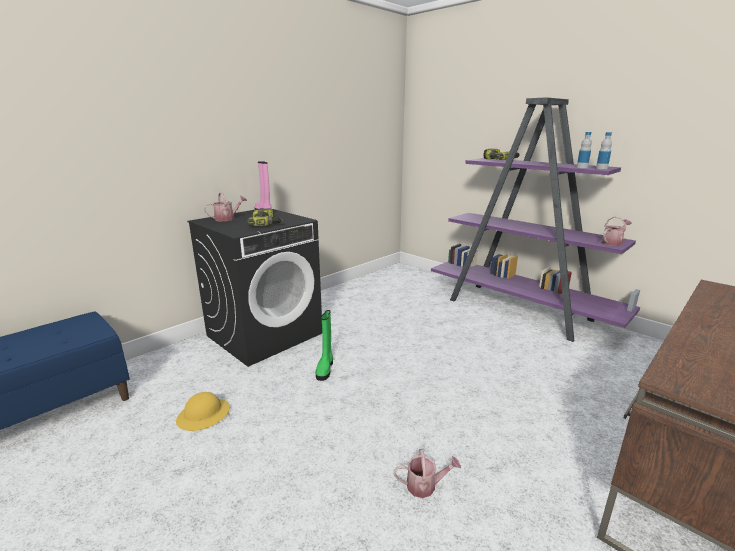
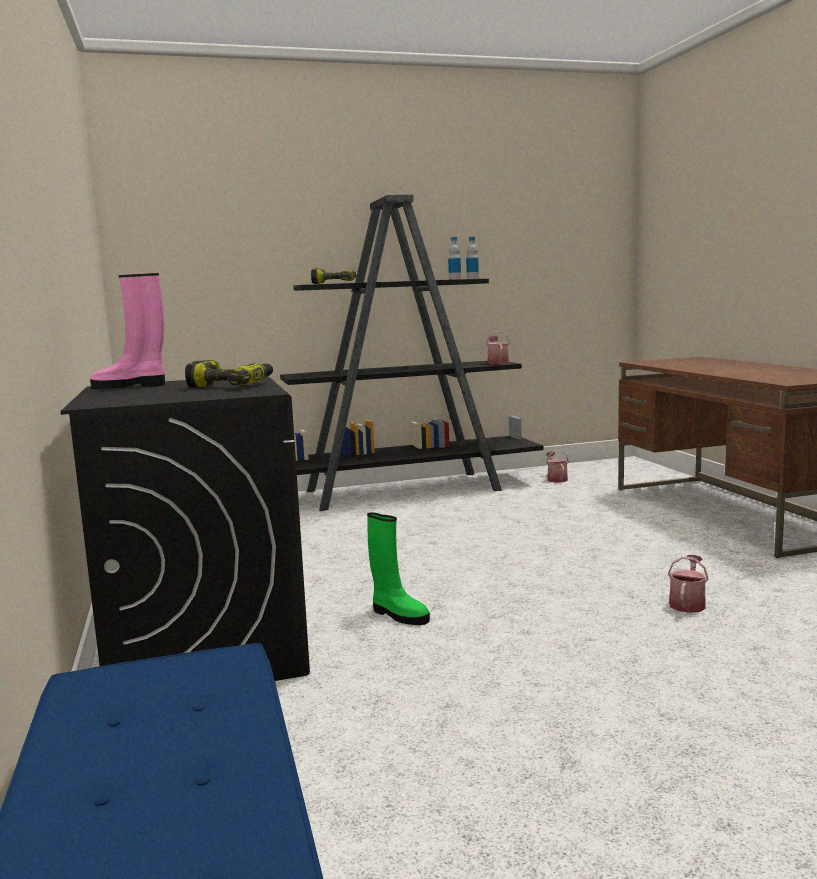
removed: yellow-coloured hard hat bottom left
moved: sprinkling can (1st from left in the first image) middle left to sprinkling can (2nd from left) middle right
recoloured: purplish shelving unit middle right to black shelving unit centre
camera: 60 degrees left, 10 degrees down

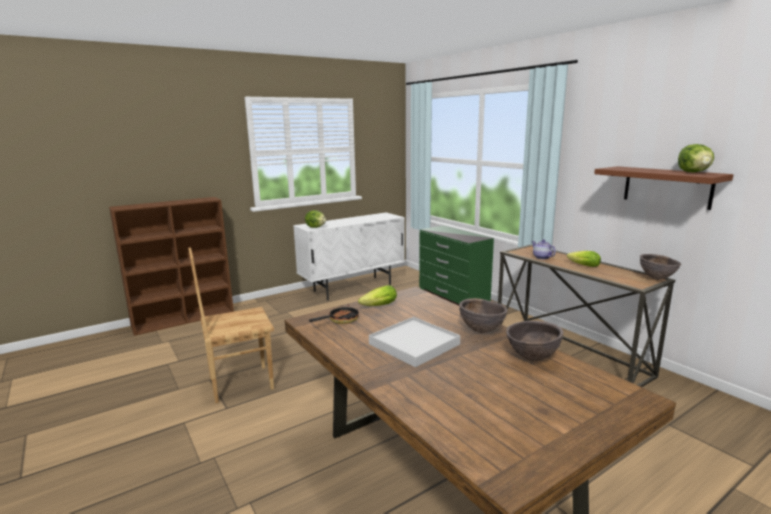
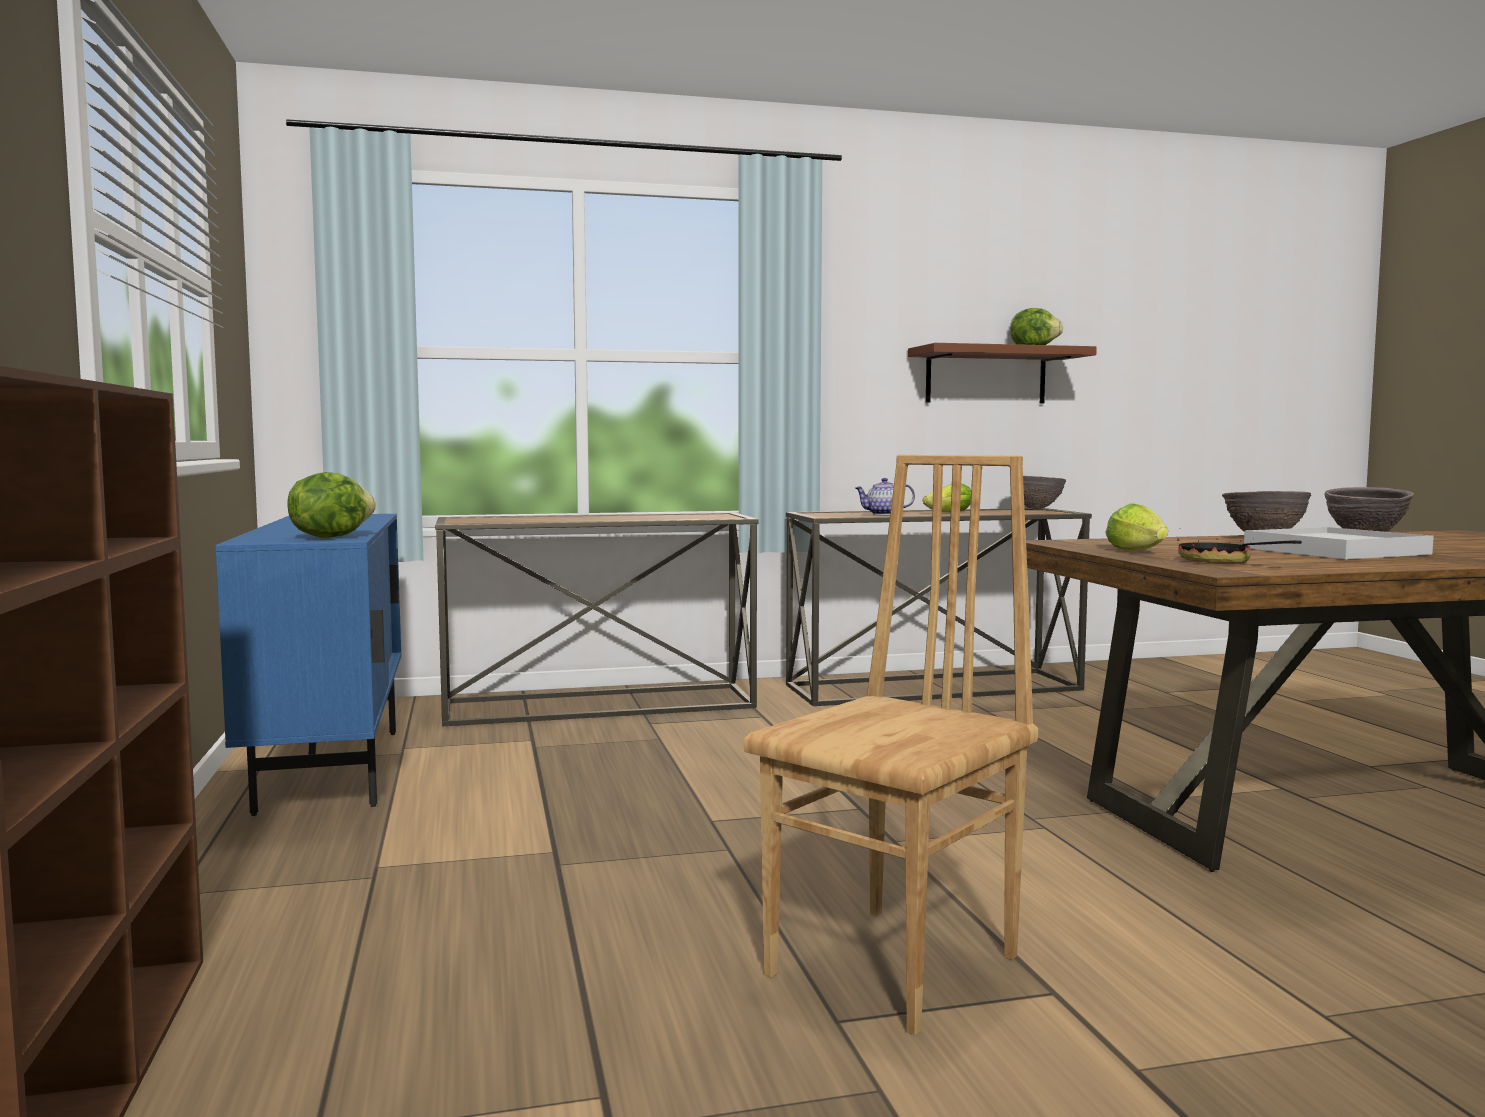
replaced: green chest of drawers centre to narrow table (1st from left) centre
recoloured: white cupboard centre to blue cupboard middle left
turned: brown chair middle left = bottom centre 135 degrees counterclockwise
camera: 70 degrees left, 10 degrees down

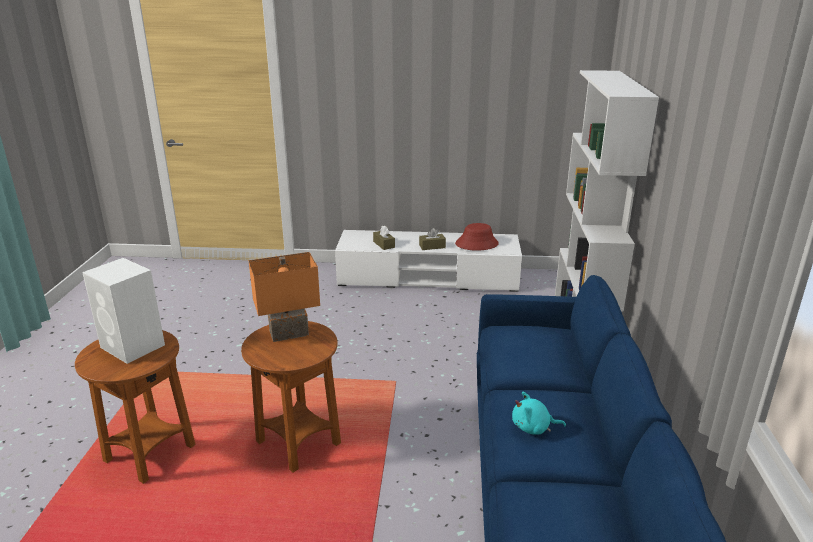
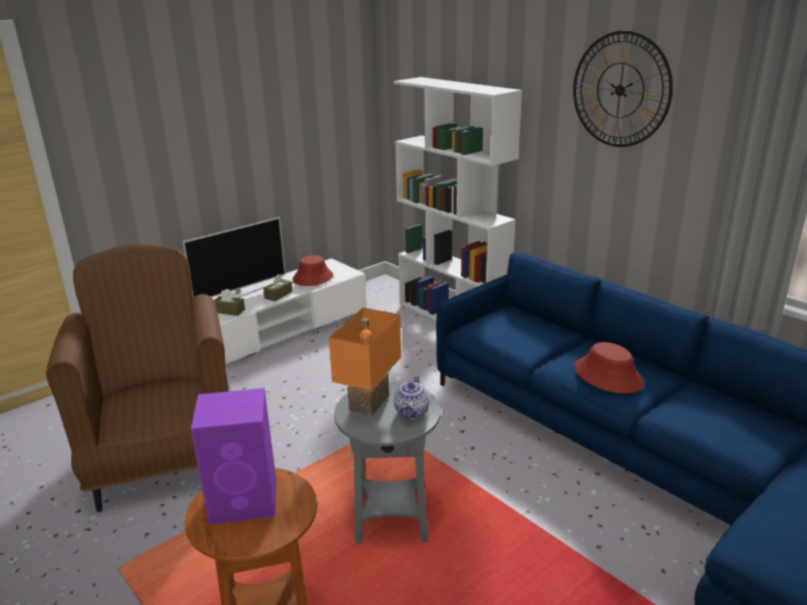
added: brown armchair middle left; television middle left; pot for tea centre; wall clock top right
replaced: turquoise cuddly toy bottom centre to red clothing hat (2nd from left) middle right
recoloured: white loudspeaker middle left to purplish loudspeaker bottom left; brown side table (2nd from left) bottom centre to gray side table bottom centre
camera: 45 degrees left, 0 degrees up

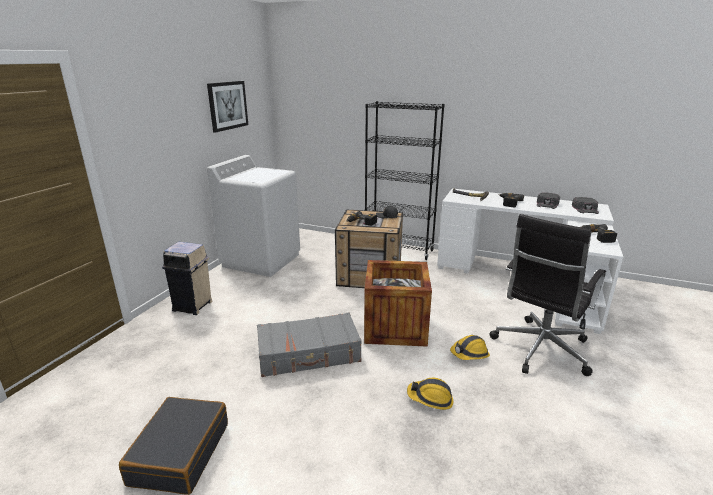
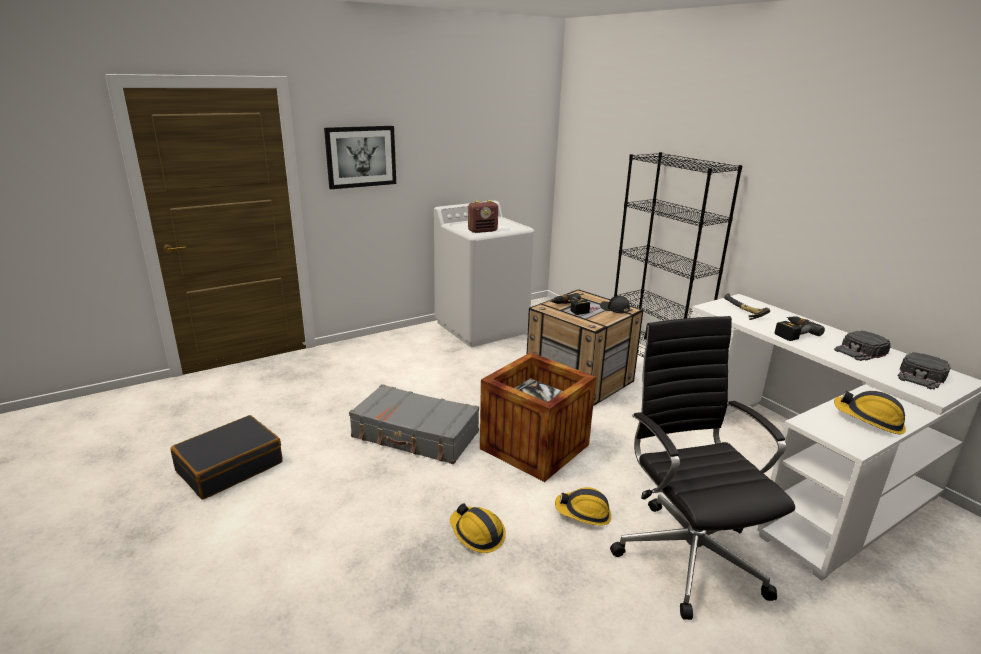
removed: beige-coloured rubbish bin middle left
added: radio set top centre
moved: picture top left to top centre
replaced: power drill (3rd from left) middle right to hard hat (3rd from left) middle right
turned: black desk chair middle right = bottom right 90 degrees clockwise
camera: 35 degrees right, 0 degrees up

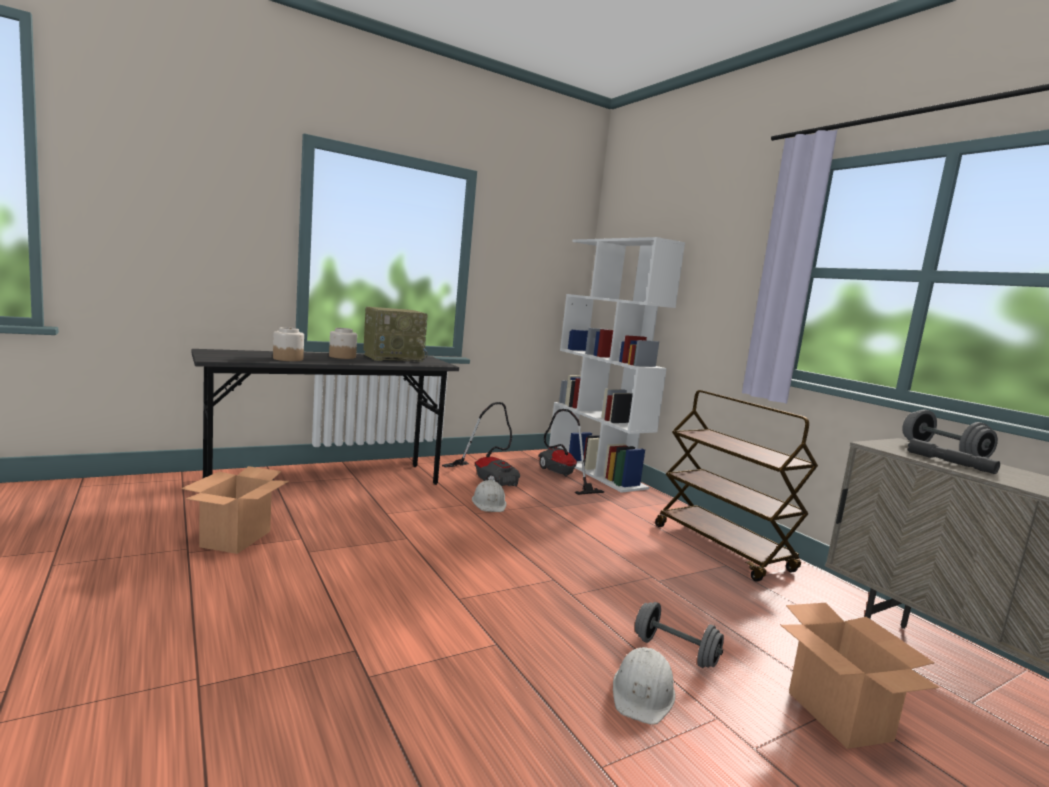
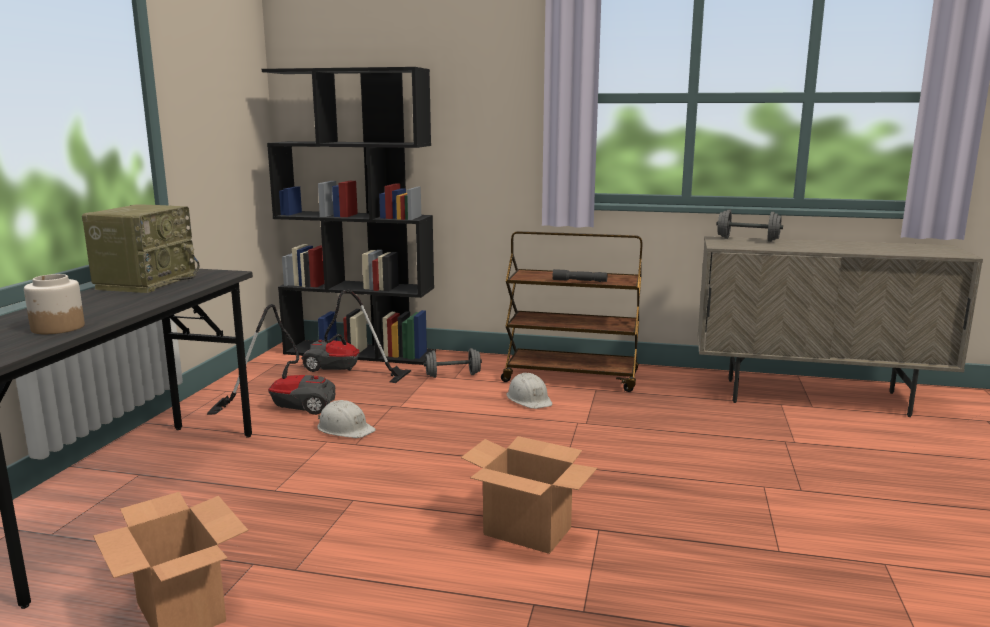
removed: preserve jar (2nd from left) middle left
moved: white hard hat (2nd from left) bottom centre to centre; gray free weight (1st from left) bottom centre to centre; packing box (2nd from left) bottom right to bottom centre; gray flashlight middle right to centre
recoloured: white shelving unit centre to black shelving unit centre
camera: 45 degrees left, 5 degrees up

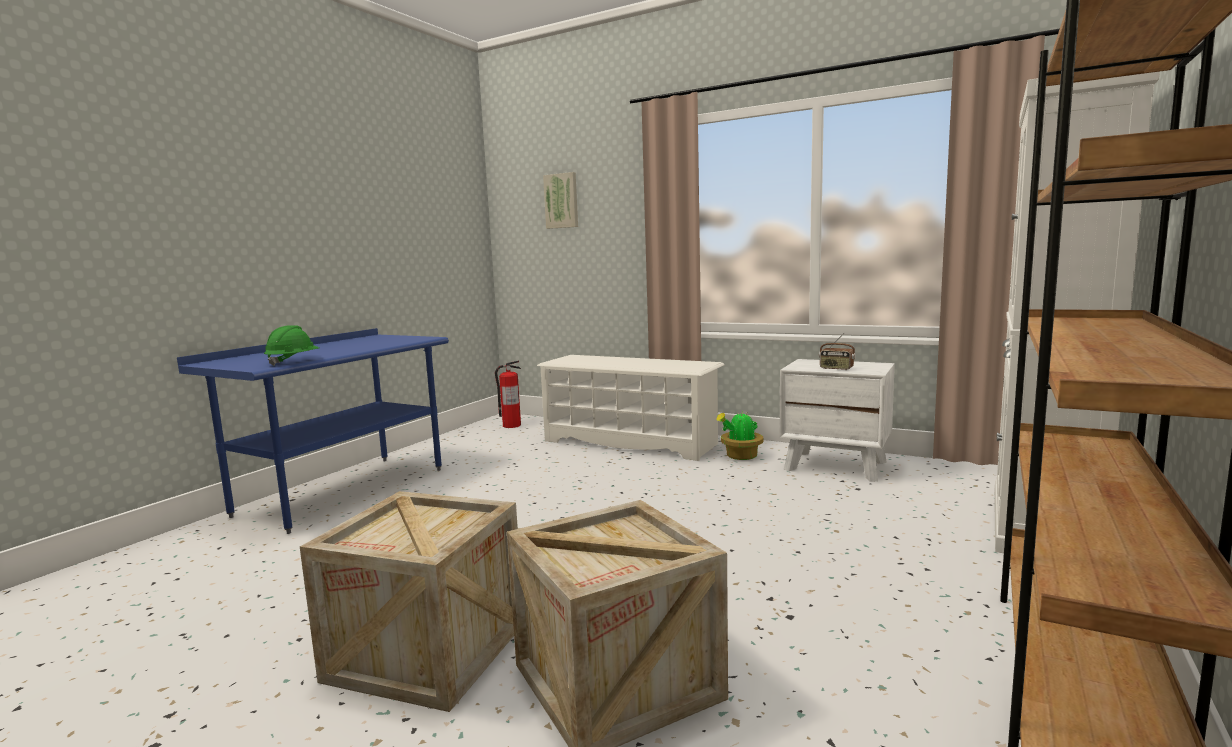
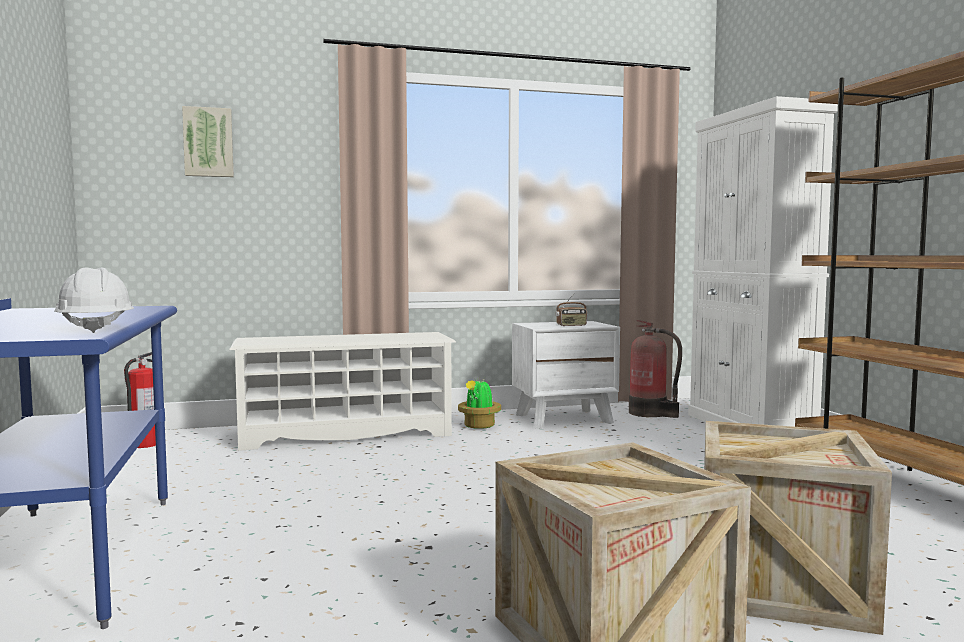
added: extinguisher (2nd from left) middle right
recoloured: green hard hat middle left to white hard hat middle left
camera: 45 degrees left, 5 degrees down

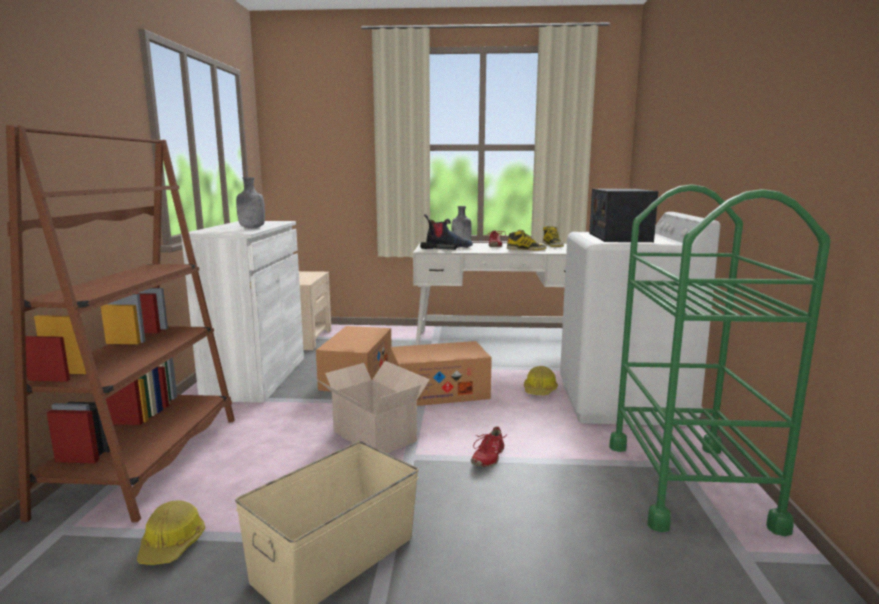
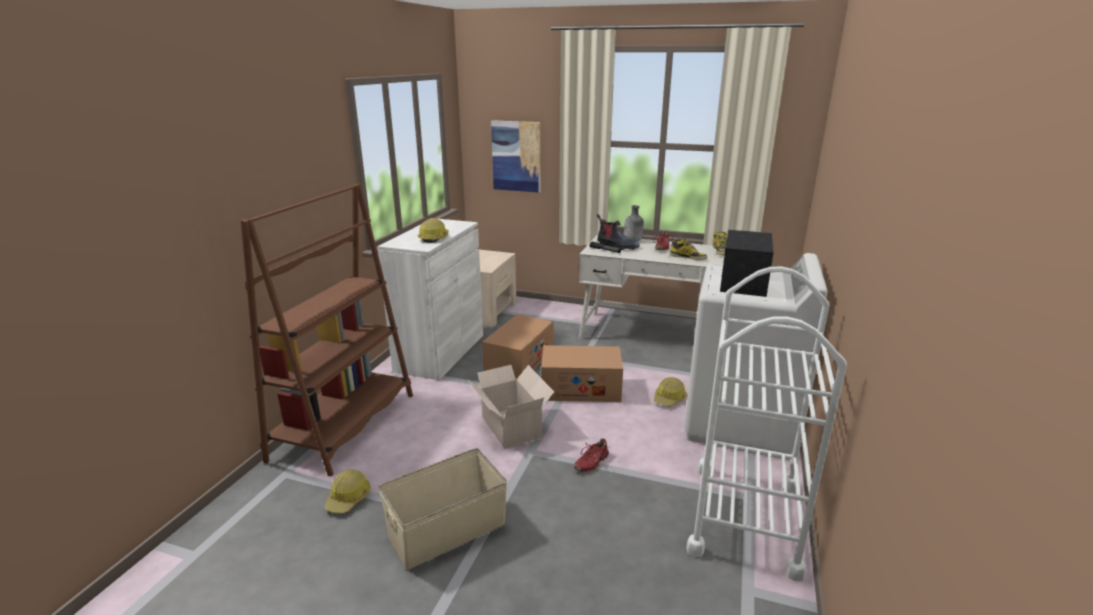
added: picture top centre
replaced: gray drink bottle (1st from left) middle left to hard hat (2nd from left) centre
recoloured: green wheeled cart middle right to white wheeled cart bottom right
camera: 15 degrees right, 10 degrees up

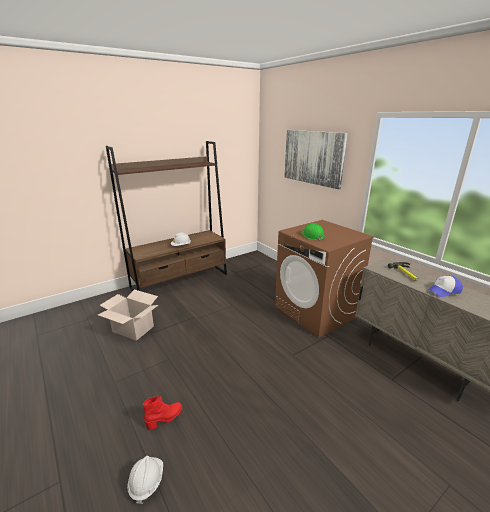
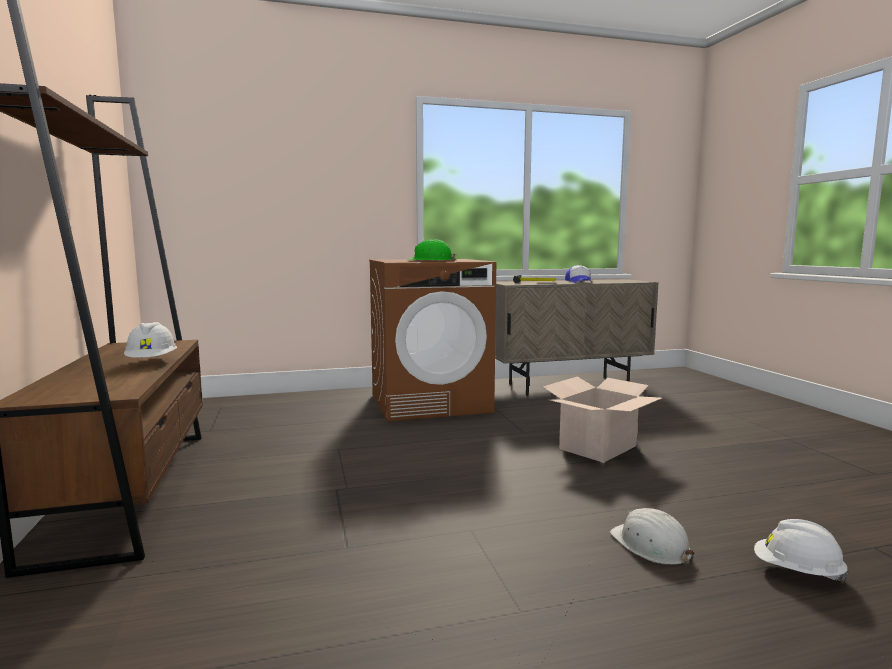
removed: picture top centre
moved: packing box middle left to middle right
replaced: red high-top boot bottom left to white hard hat (2nd from left) bottom right
camera: 70 degrees left, 15 degrees down

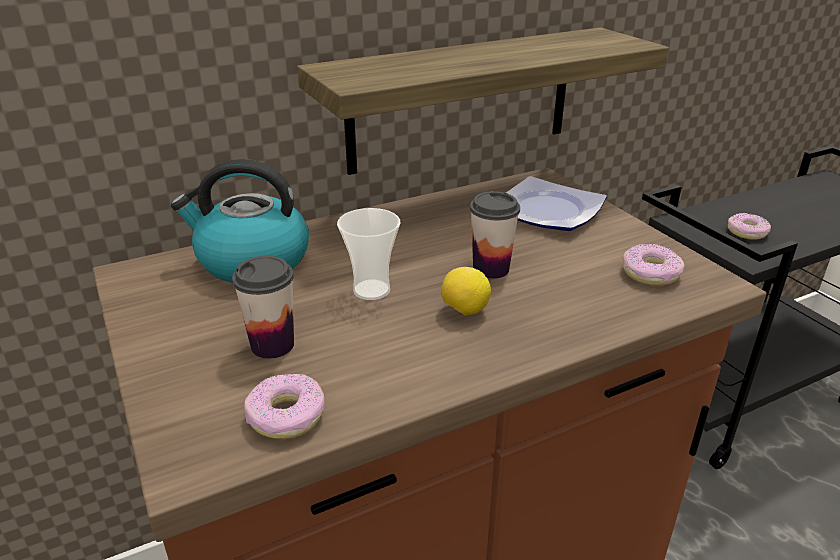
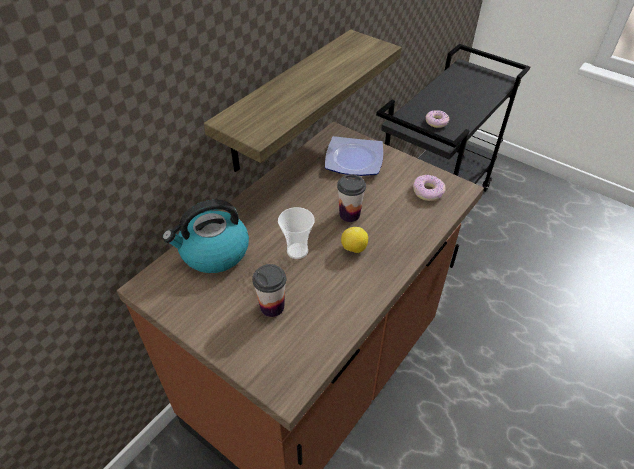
removed: ring doughnut (1st from left) bottom centre
camera: 25 degrees left, 15 degrees up

